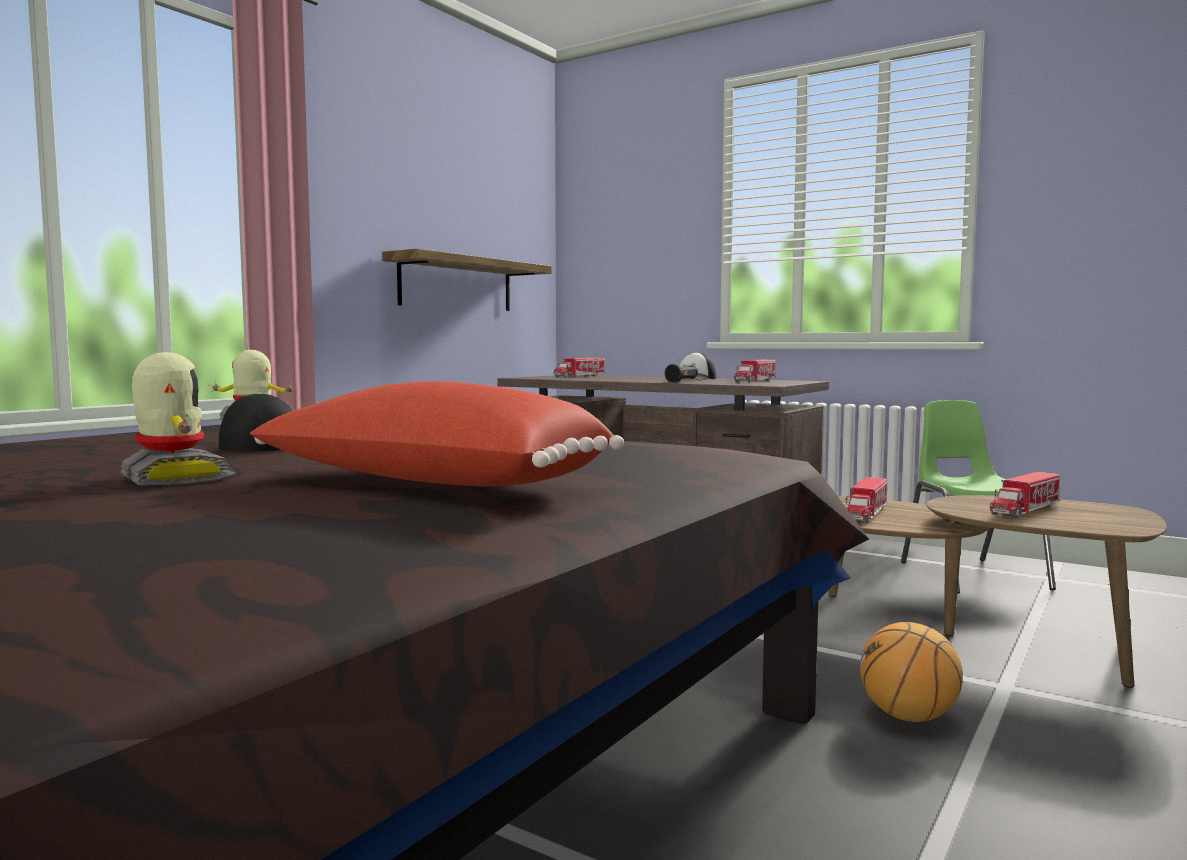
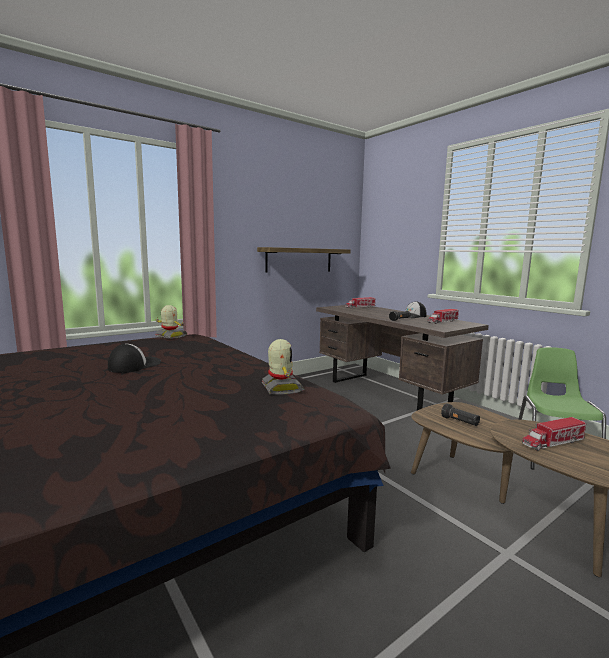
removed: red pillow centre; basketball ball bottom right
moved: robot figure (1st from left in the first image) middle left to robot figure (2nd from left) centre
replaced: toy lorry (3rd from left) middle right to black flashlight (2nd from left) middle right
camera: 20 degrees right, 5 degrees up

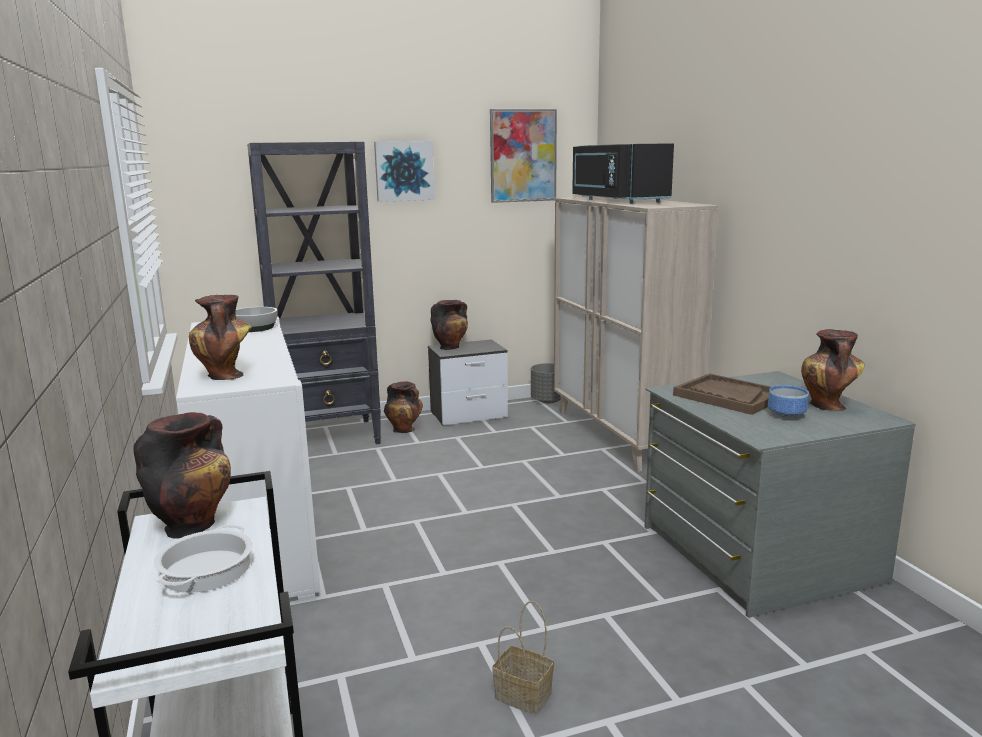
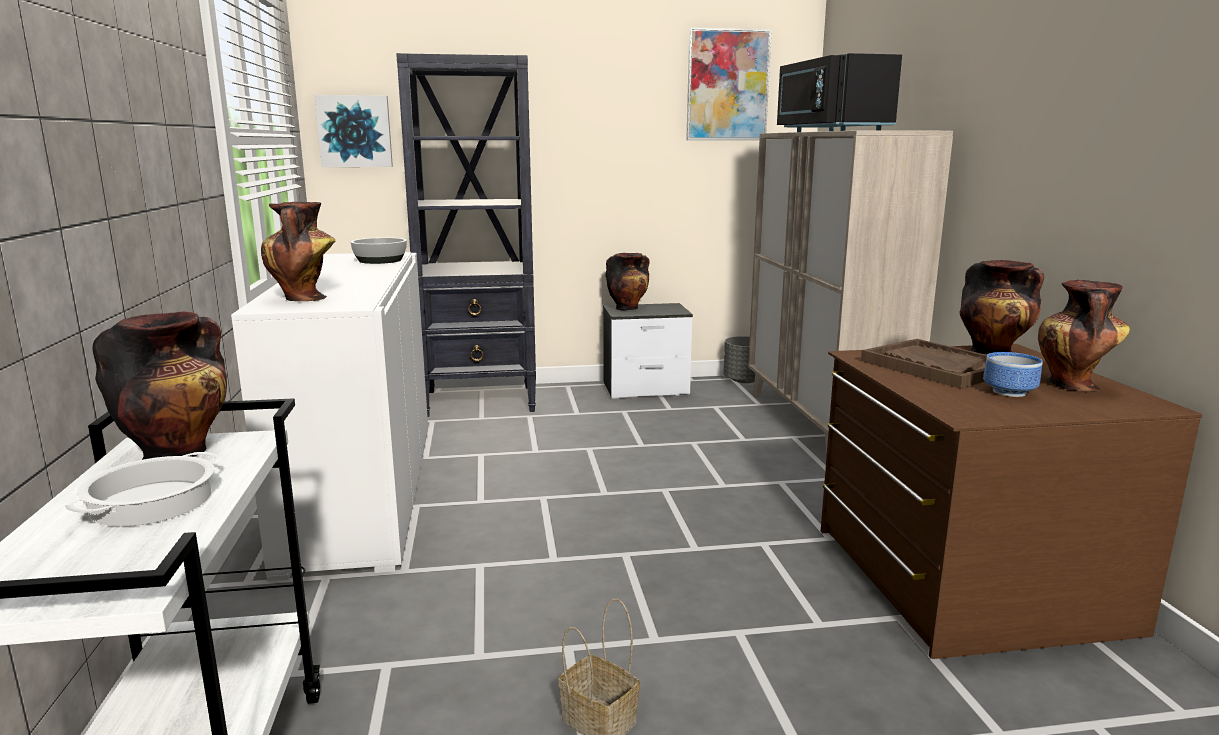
moved: picture (1st from left) top centre to top left; vase (3rd from left in the first image) centre to vase (4th from left) middle right
recoloured: gray chest of drawers bottom right to brown chest of drawers bottom right
camera: 10 degrees right, 0 degrees up

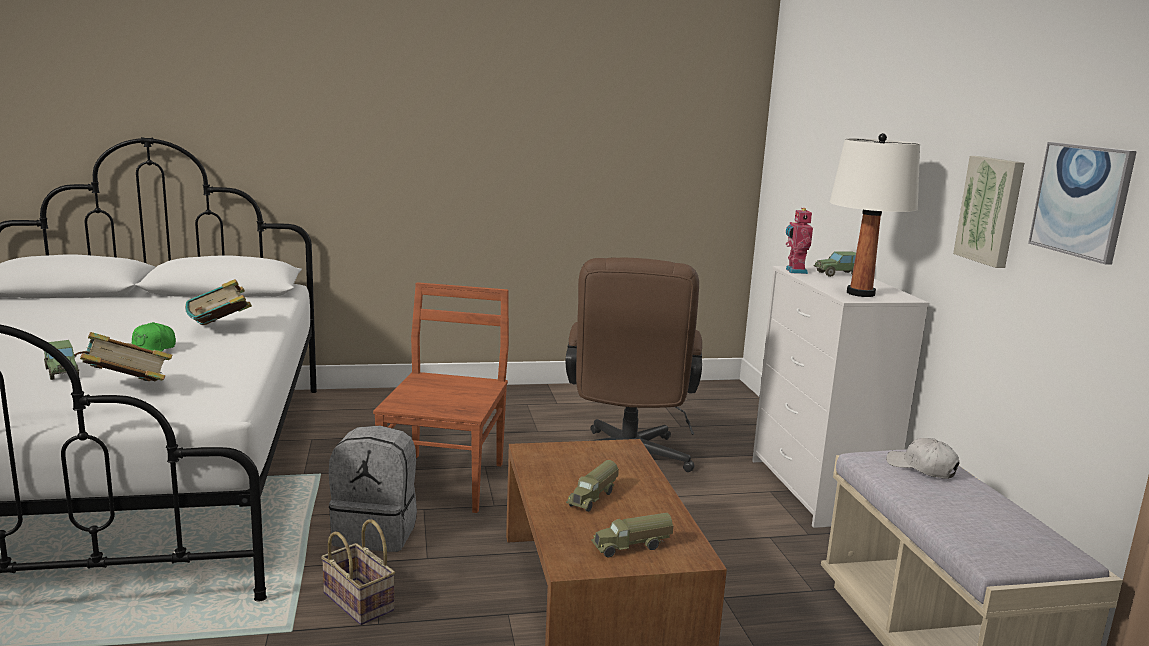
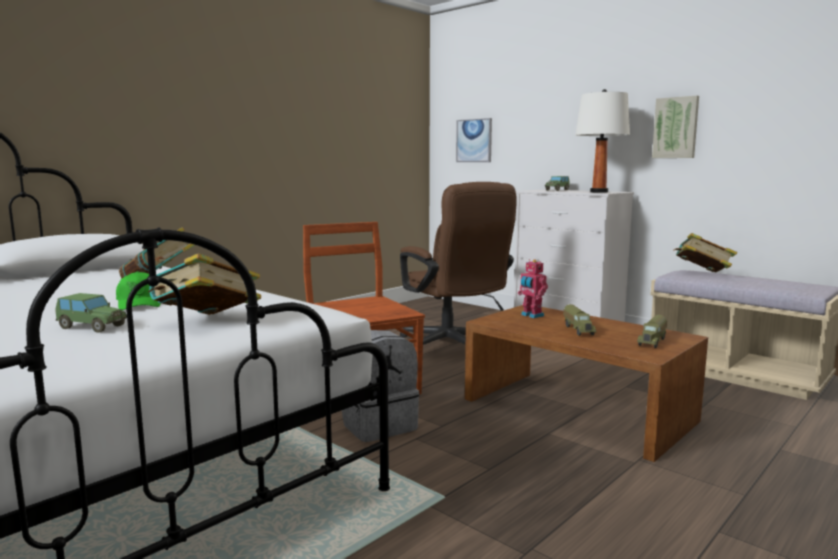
removed: household basket bottom left
moved: robot figure middle right to centre; picture (2nd from left in the first image) top right to picture (1st from left) top centre
replaced: white cap bottom right to book (3rd from left) middle right
camera: 35 degrees left, 5 degrees down

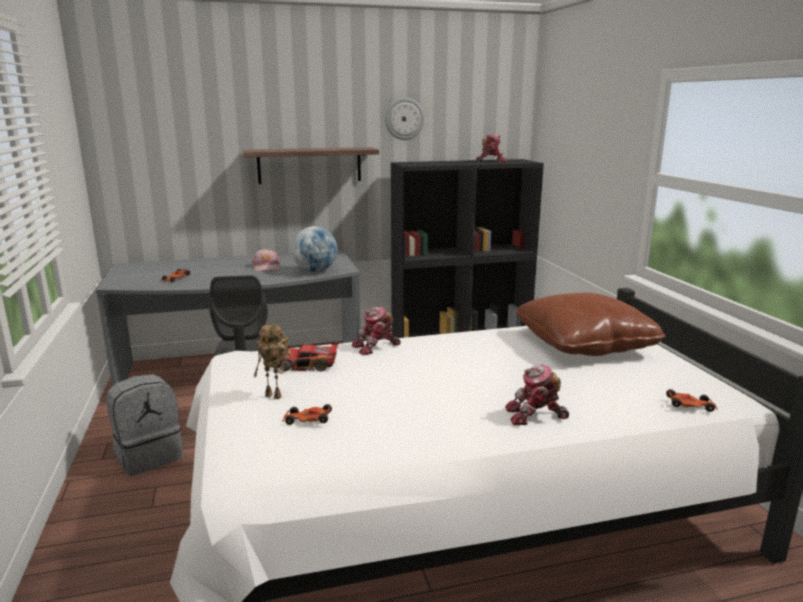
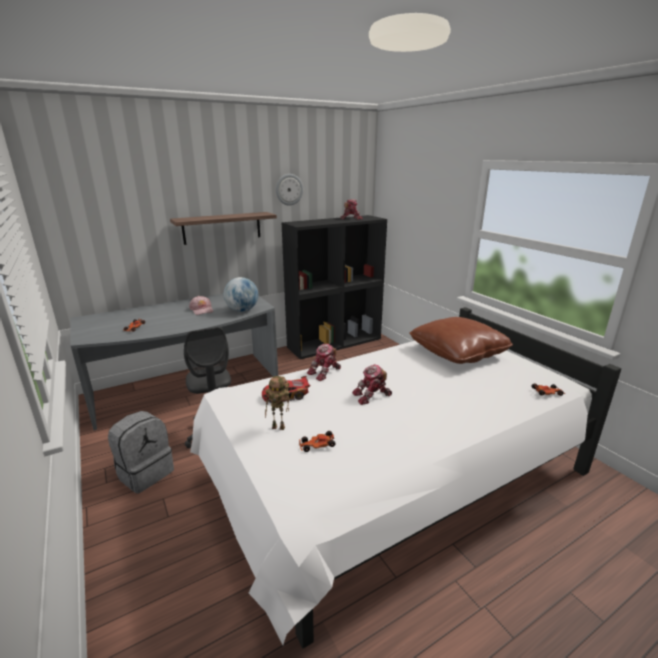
moved: robot figure (4th from left) middle right to centre
camera: 15 degrees left, 5 degrees up

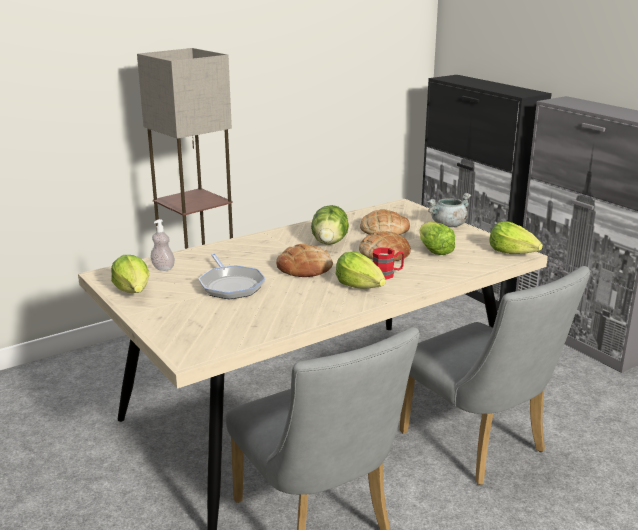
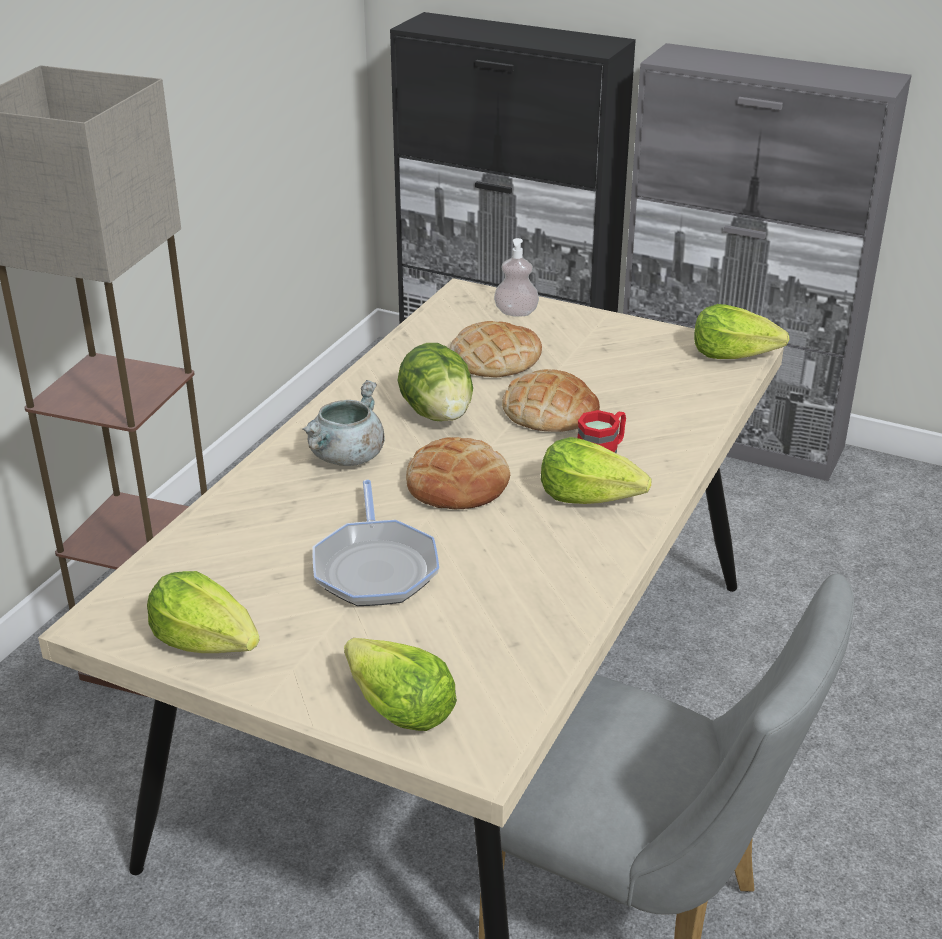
removed: gray chair (2nd from left) bottom right
moved: soap bottle middle left to top centre; head of lettuce (4th from left in the first image) middle right to head of lettuce (2nd from left) bottom centre; gray cooking pot middle right to centre
turned: frying pan centre = centre 45 degrees clockwise
camera: 30 degrees left, 10 degrees up

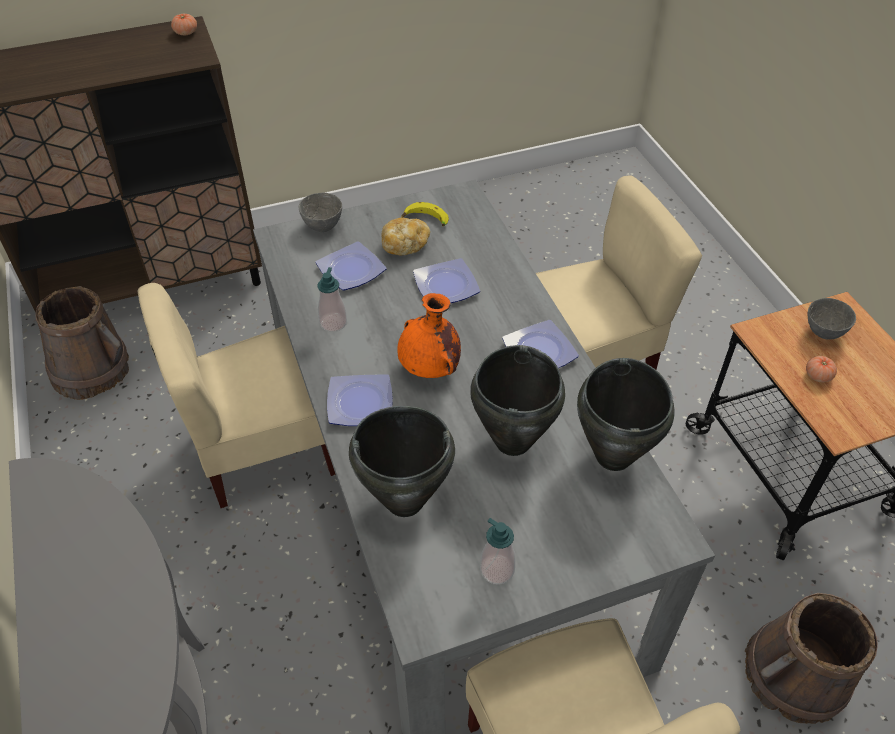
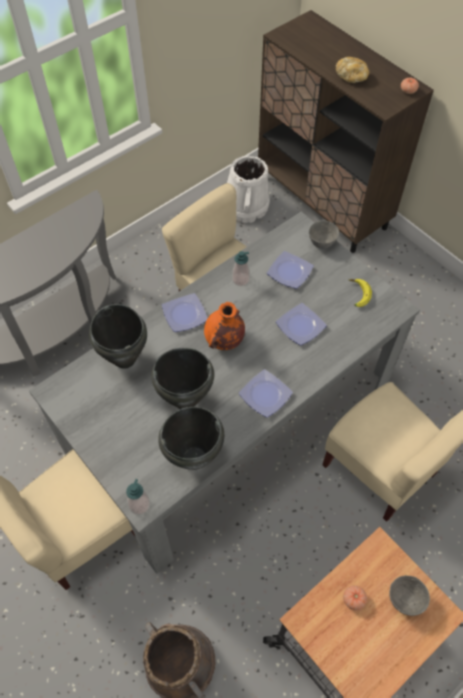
moved: bakery bread top centre to top right; soap bottle (2nd from left in the first image) bottom centre to soap bottle (1st from left) bottom left
recoloured: brown bucket (1st from left) middle left to white bucket top centre
camera: 70 degrees right, 10 degrees up

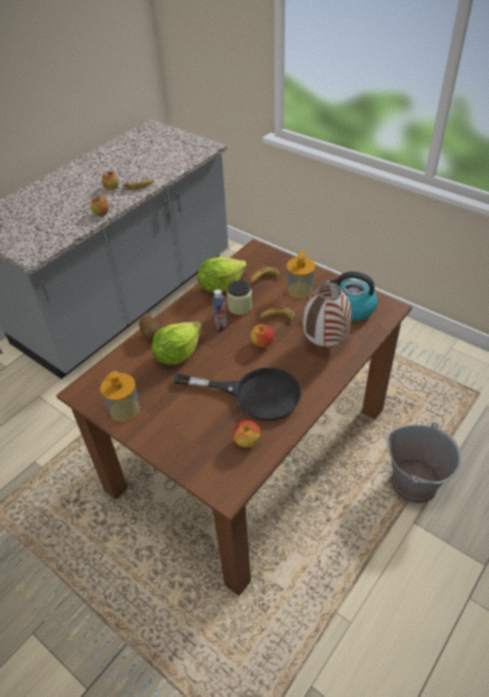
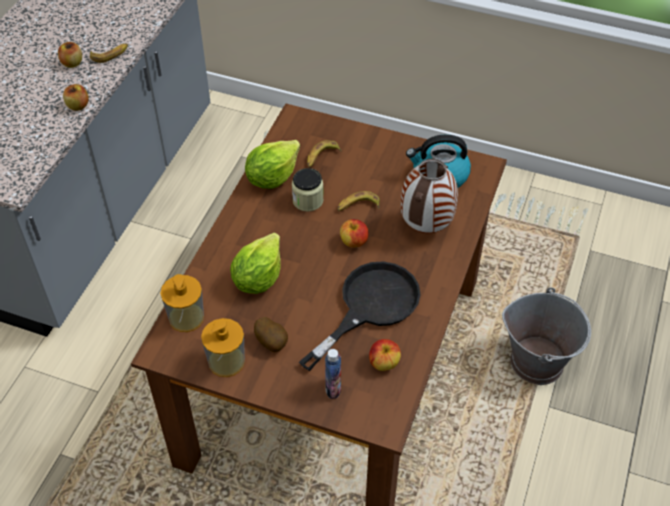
moved: spud middle left to centre; drink bottle centre to bottom centre; soap bottle (2nd from left in the first image) centre to soap bottle (1st from left) middle left
turned: black frying pan centre = centre 45 degrees counterclockwise
camera: 20 degrees left, 5 degrees up

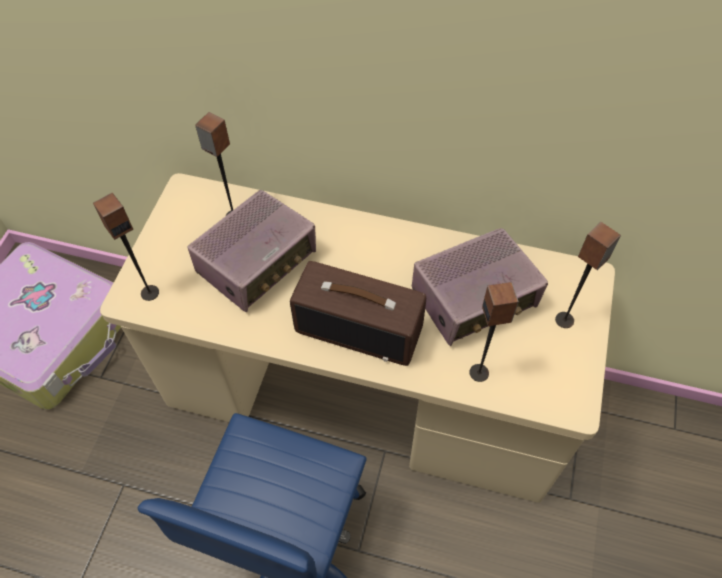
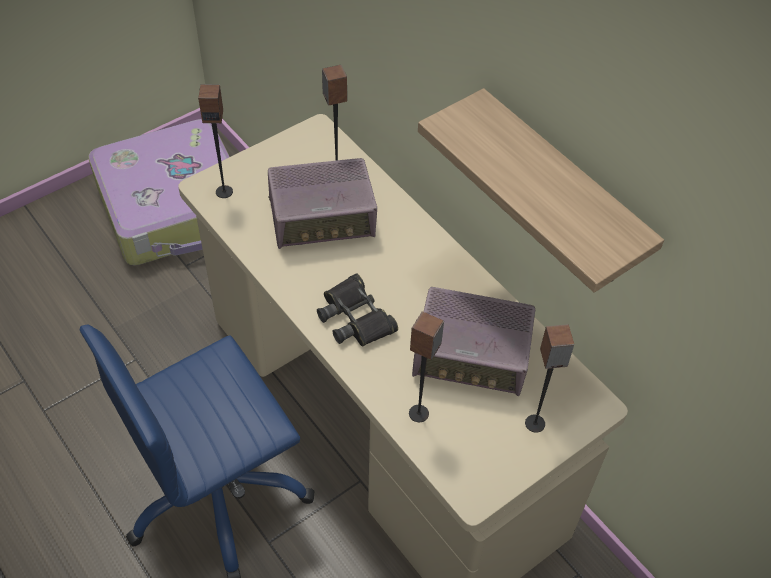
added: shelf top right
replaced: radio set (2nd from left) centre to black binoculars centre
camera: 35 degrees right, 5 degrees down

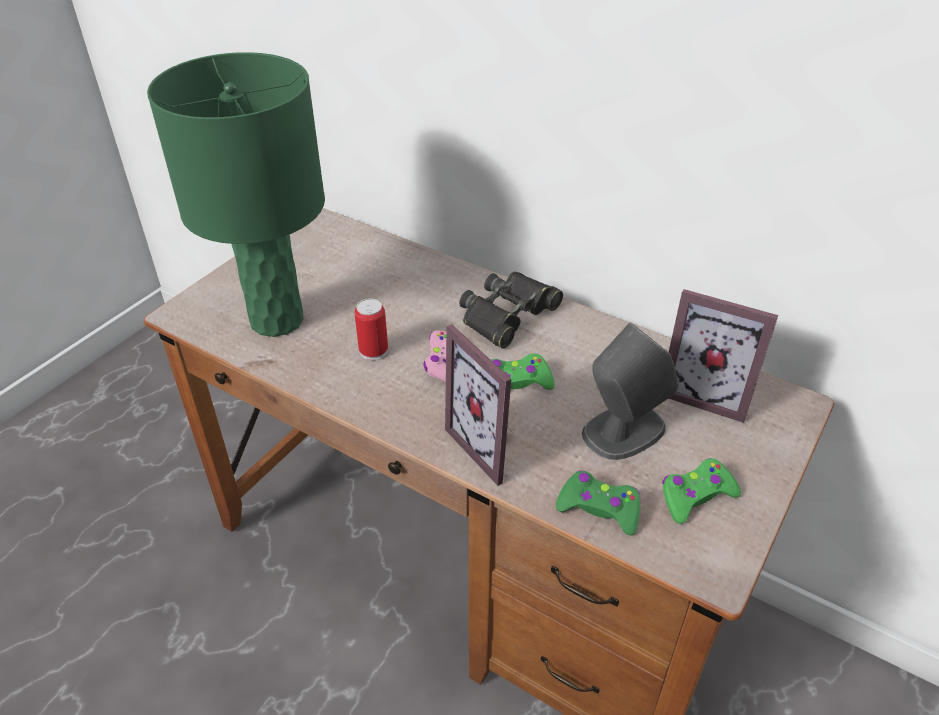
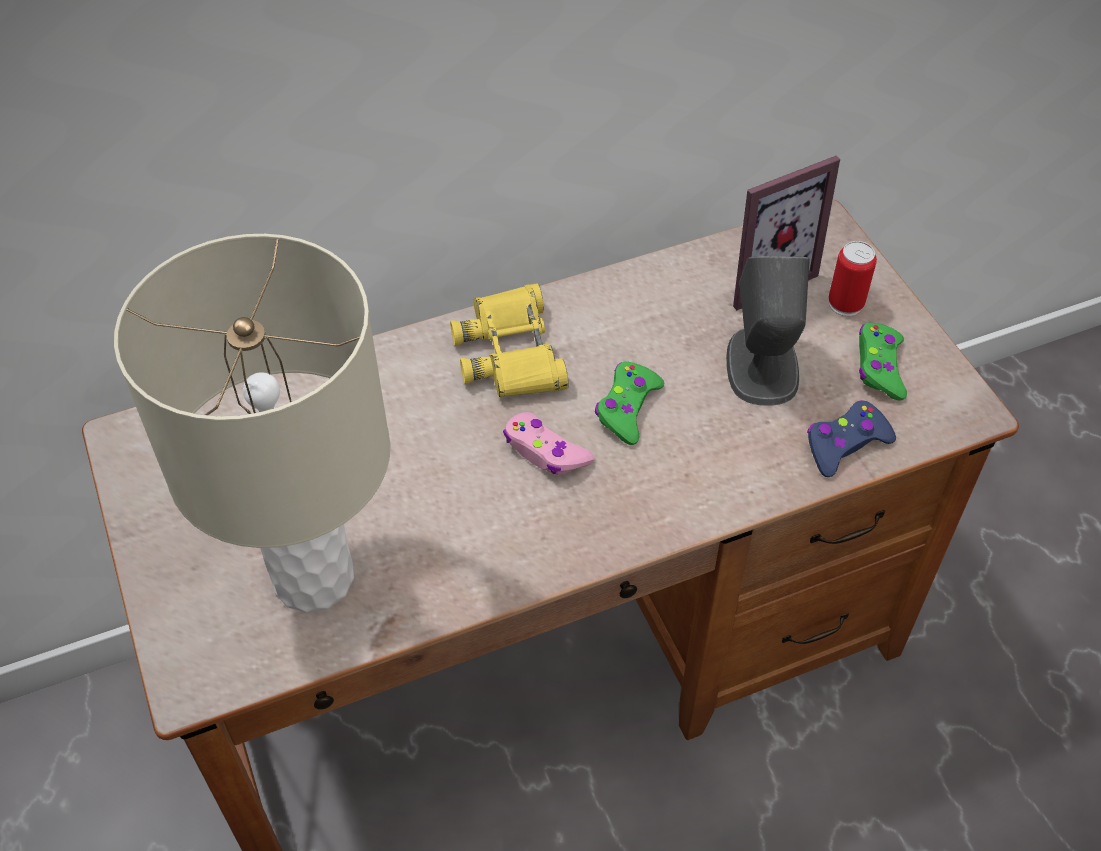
removed: standing frame (1st from left) centre
moved: can centre to top right
recoloured: green tabletop lamp top left to beige-coloured tabletop lamp middle left; black binoculars centre to yellow-coloured binoculars centre; green gamepad (2nd from left) bottom centre to blue gamepad middle right
camera: 55 degrees left, 10 degrees up

